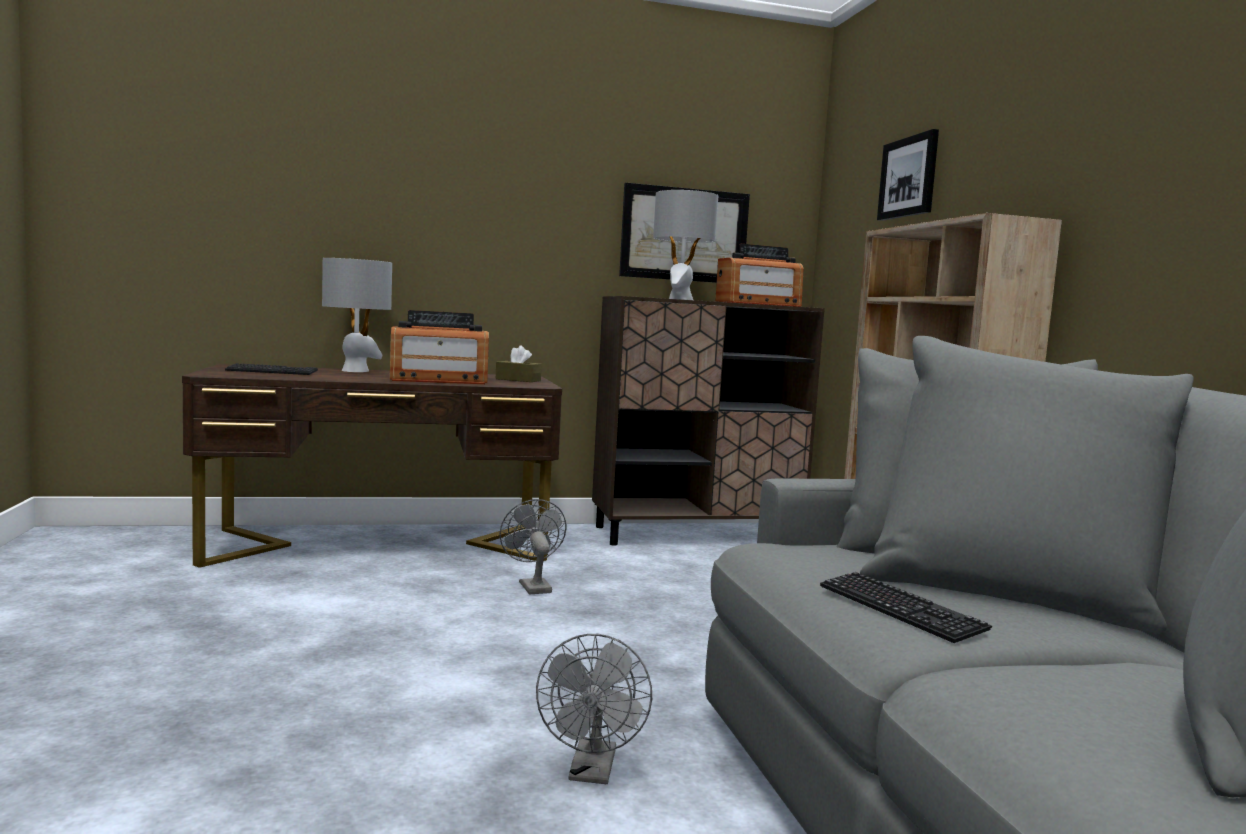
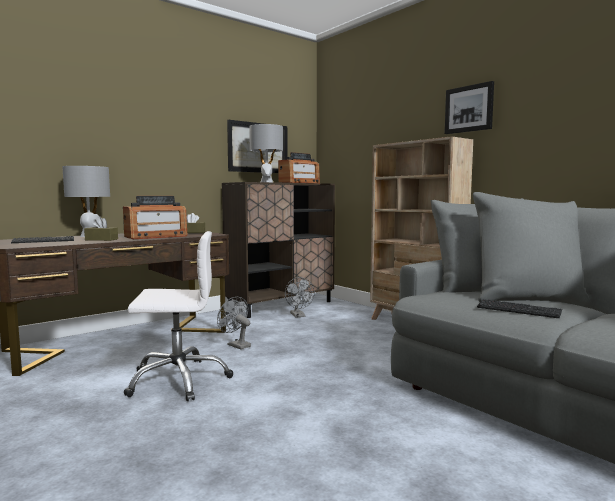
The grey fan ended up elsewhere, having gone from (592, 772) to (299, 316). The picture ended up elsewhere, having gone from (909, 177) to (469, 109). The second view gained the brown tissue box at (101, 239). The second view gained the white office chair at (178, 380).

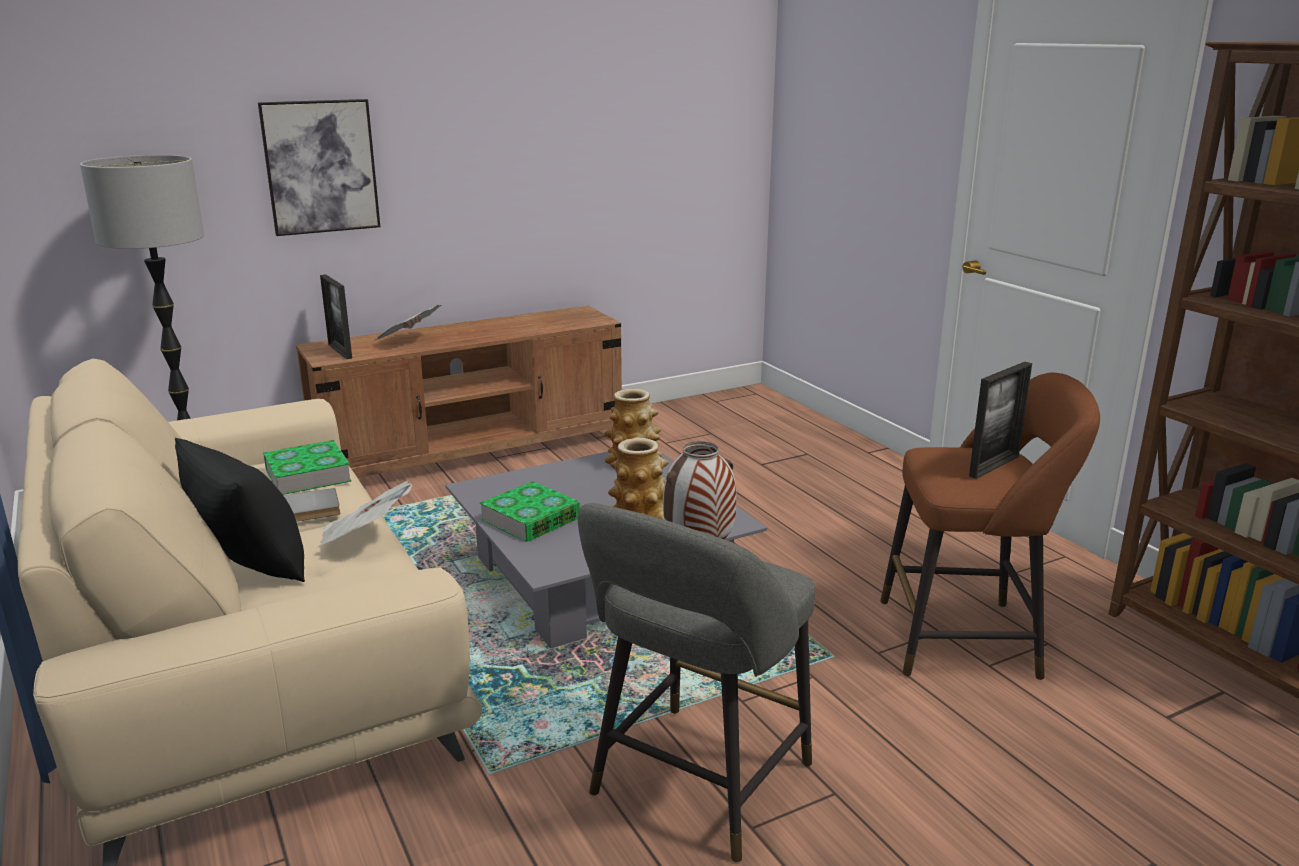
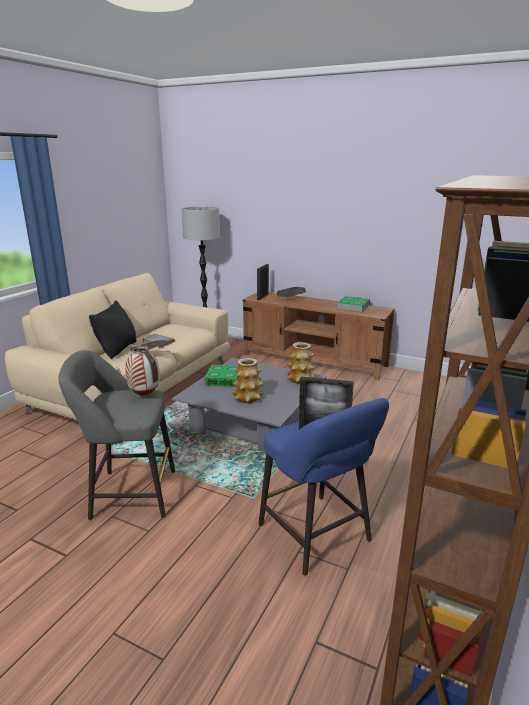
The second view lost the picture at (321, 167). The book ended up elsewhere, having gone from (308, 475) to (353, 307). What was the brown stool at (968, 638) turned into the blue stool at (318, 536).

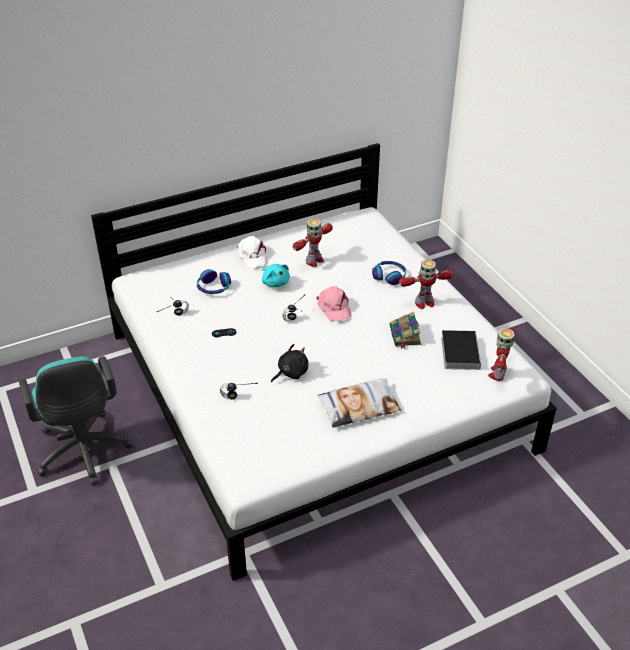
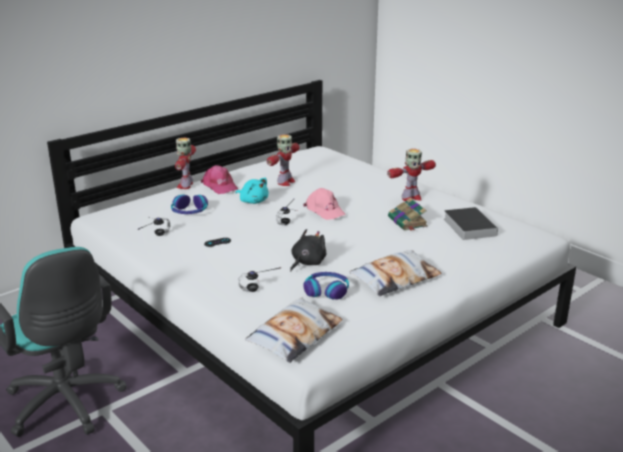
What was the white cap at (252, 256) turned into the pink cap at (219, 186). The headphones ended up elsewhere, having gone from (389, 276) to (326, 291). The toy robot ended up elsewhere, having gone from (498, 373) to (186, 185). The second view gained the pillow at (294, 335).

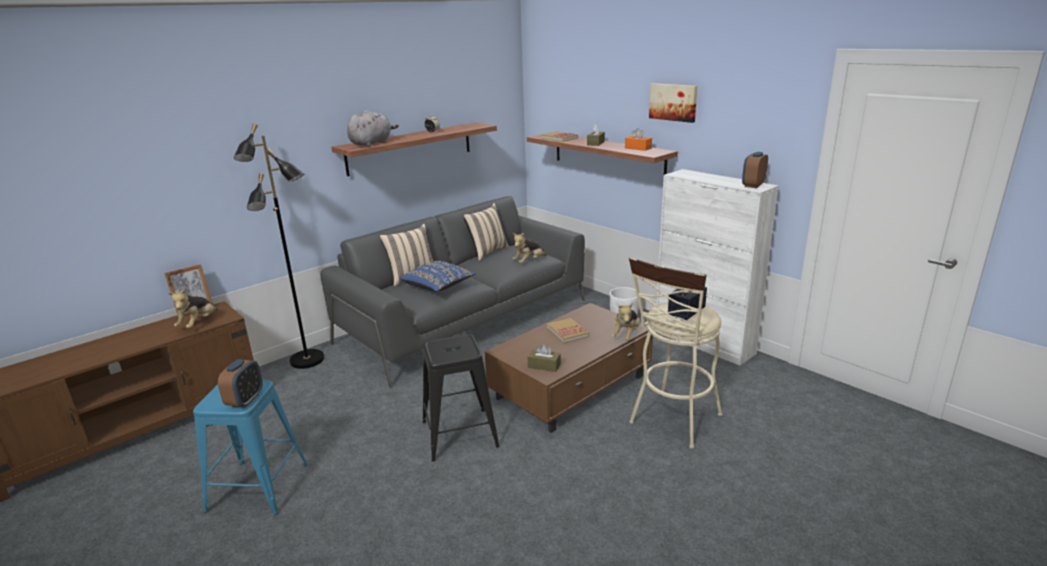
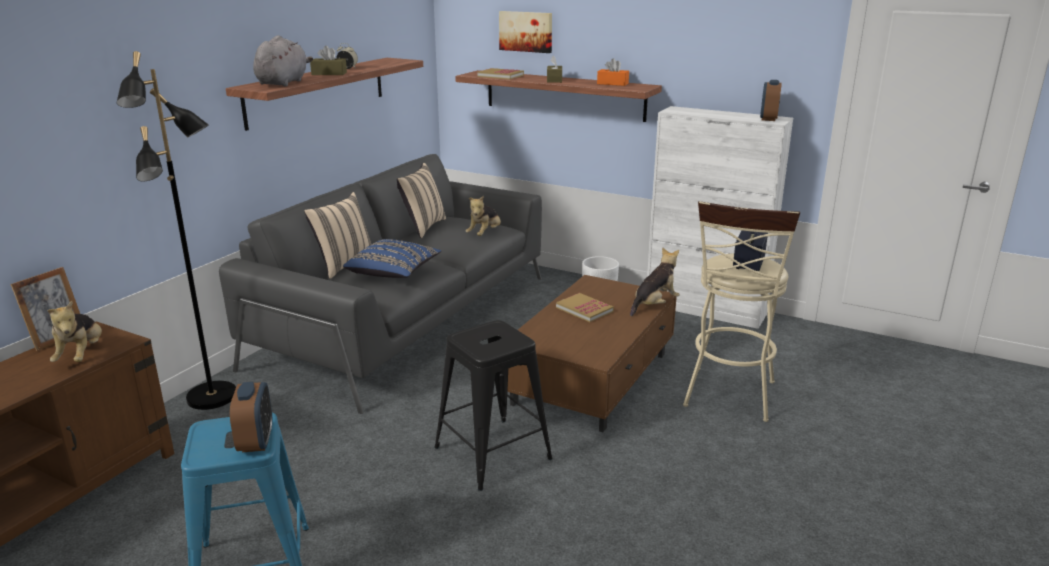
The brown tissue box ended up elsewhere, having gone from (544, 366) to (329, 74). The plush toy at (626, 335) ended up facing another way, 135 degrees counterclockwise from before. The picture ended up elsewhere, having gone from (673, 102) to (526, 31).

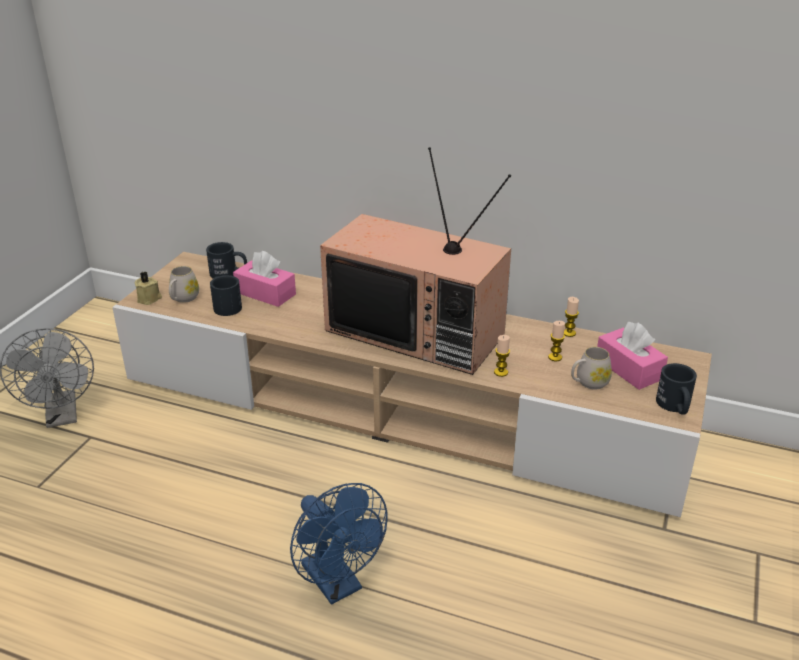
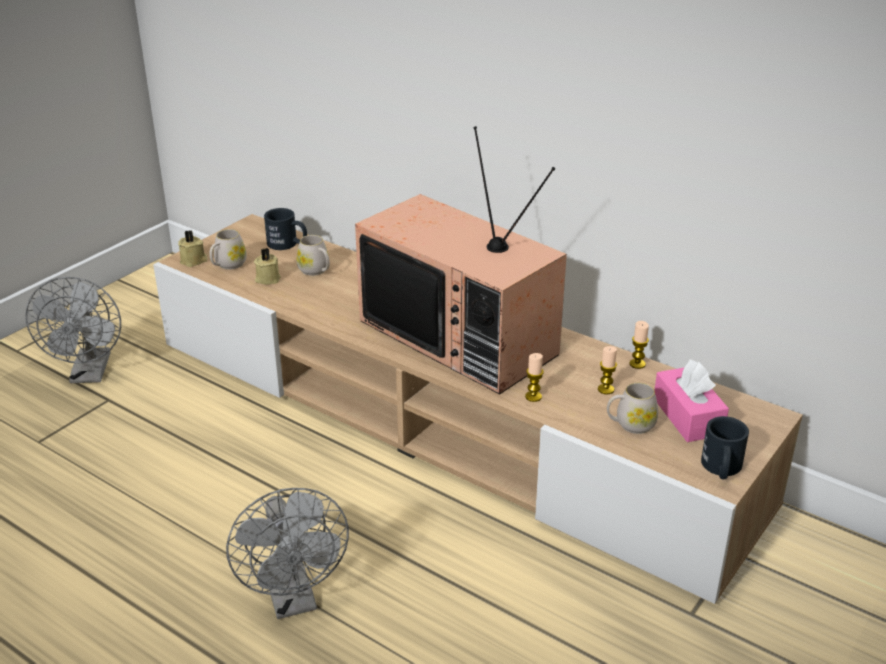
Where the black mug stood at (225, 305), the beige candle came to stand at (267, 278). Where the pink tissue box stood at (265, 293), the white mug came to stand at (316, 271). What was the blue fan at (338, 584) turned into the grey fan at (294, 600).

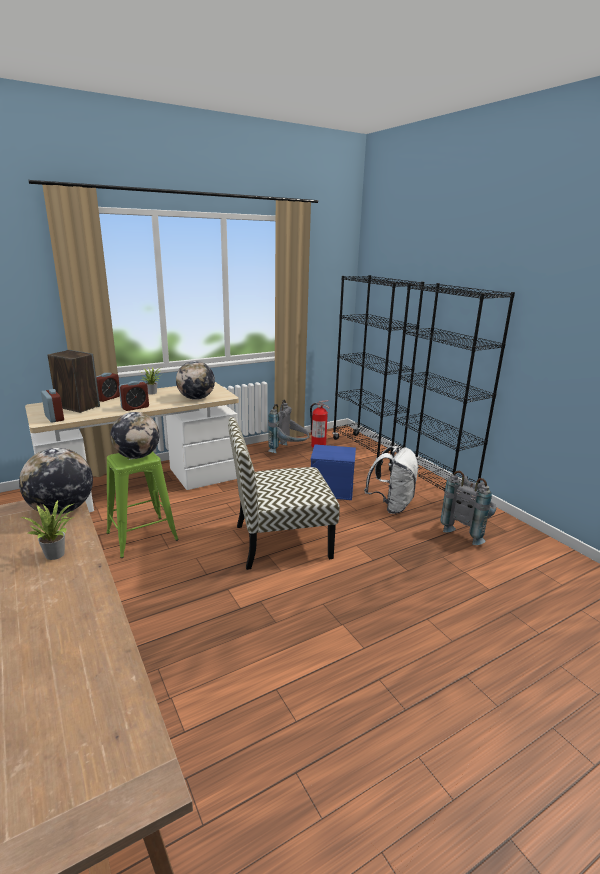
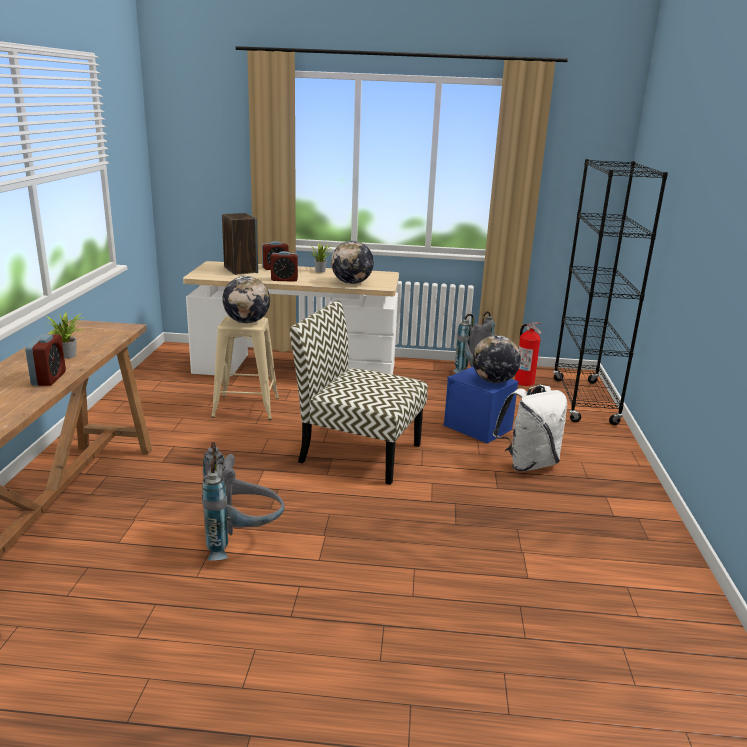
The globe ended up elsewhere, having gone from (62, 510) to (493, 381). The alarm clock ended up elsewhere, having gone from (54, 418) to (49, 378). What was the green stool at (143, 536) turned into the beige stool at (246, 407). The second view lost the black bookcase at (430, 484). The grey backpack ended up elsewhere, having gone from (467, 530) to (242, 541).

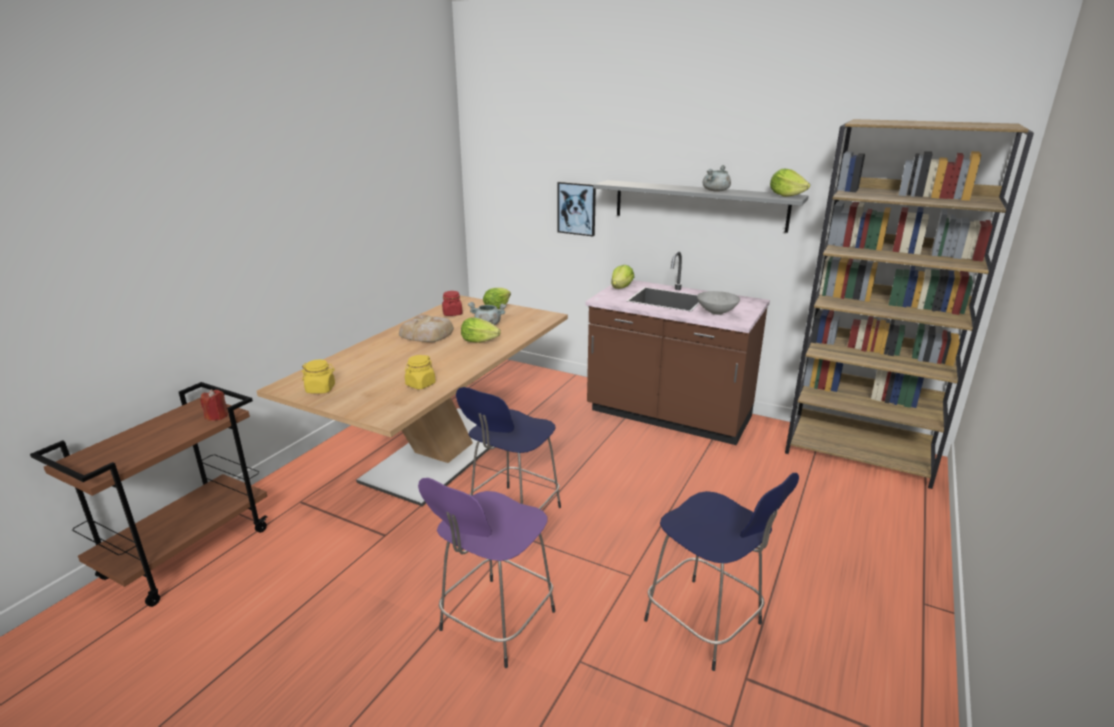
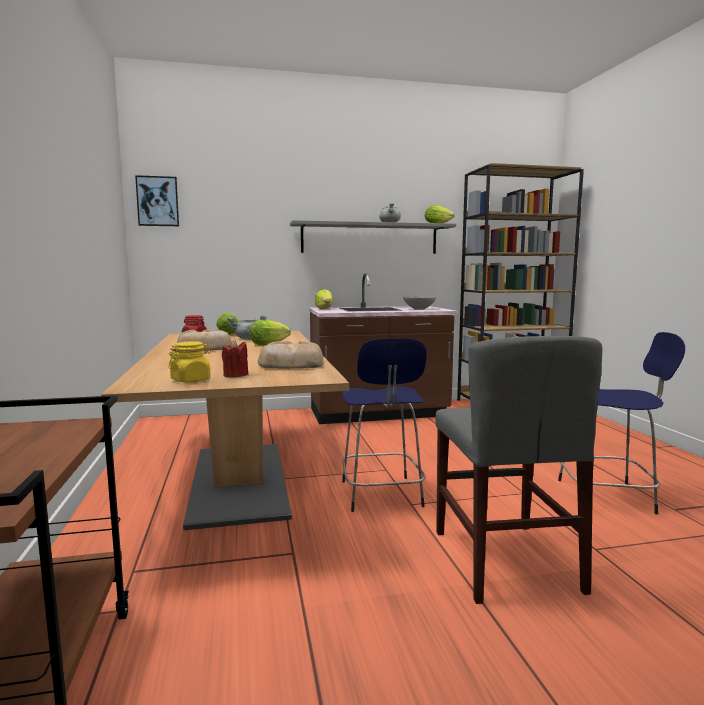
The red candle ended up elsewhere, having gone from (217, 416) to (235, 375). Where the yellow jar stood at (420, 384), the bread came to stand at (290, 363). Where the purple stool stood at (495, 623), the grey chair came to stand at (504, 560). The picture ended up elsewhere, having gone from (577, 208) to (157, 201).

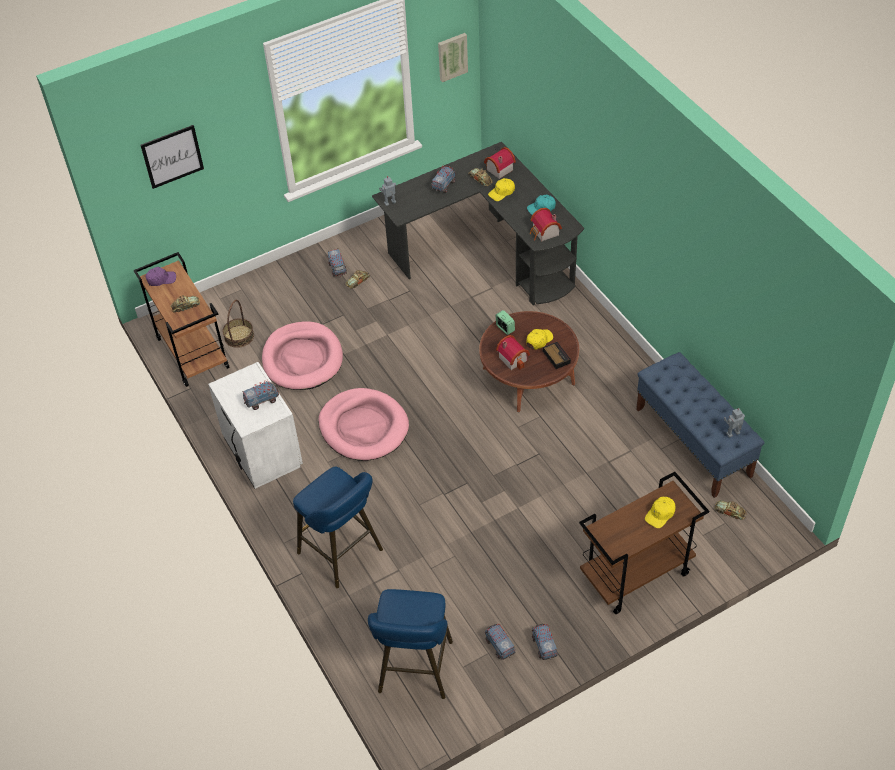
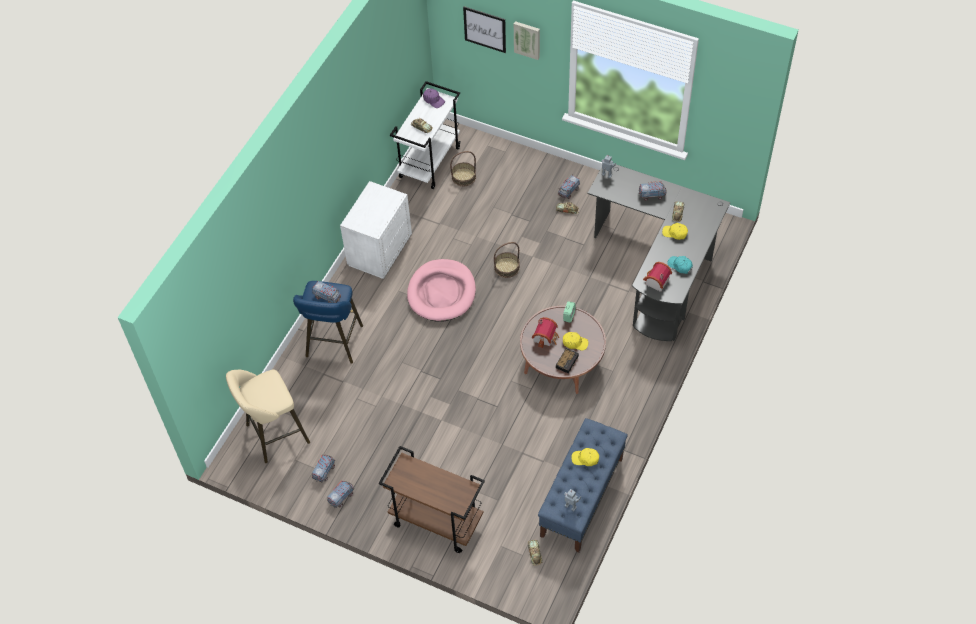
What was the brown cart at (191, 353) turned into the white cart at (429, 162). The toy truck ended up elsewhere, having gone from (262, 400) to (327, 297). The second view lost the pink dog bed at (302, 359). What was the blue stool at (415, 671) turned into the beige stool at (274, 435). The picture ended up elsewhere, having gone from (452, 56) to (527, 39). The second view lost the toy house at (498, 169). The yellow cap ended up elsewhere, having gone from (660, 514) to (585, 459). The second view gained the basket at (506, 267).

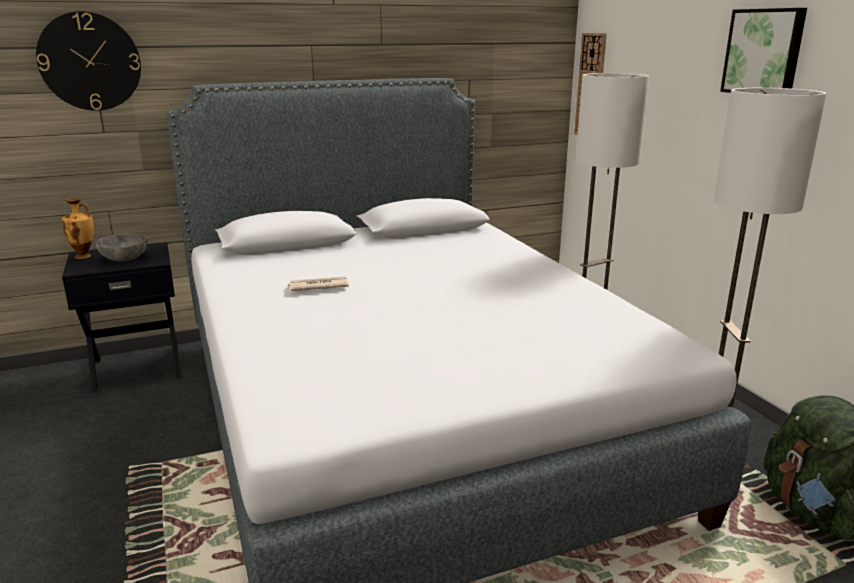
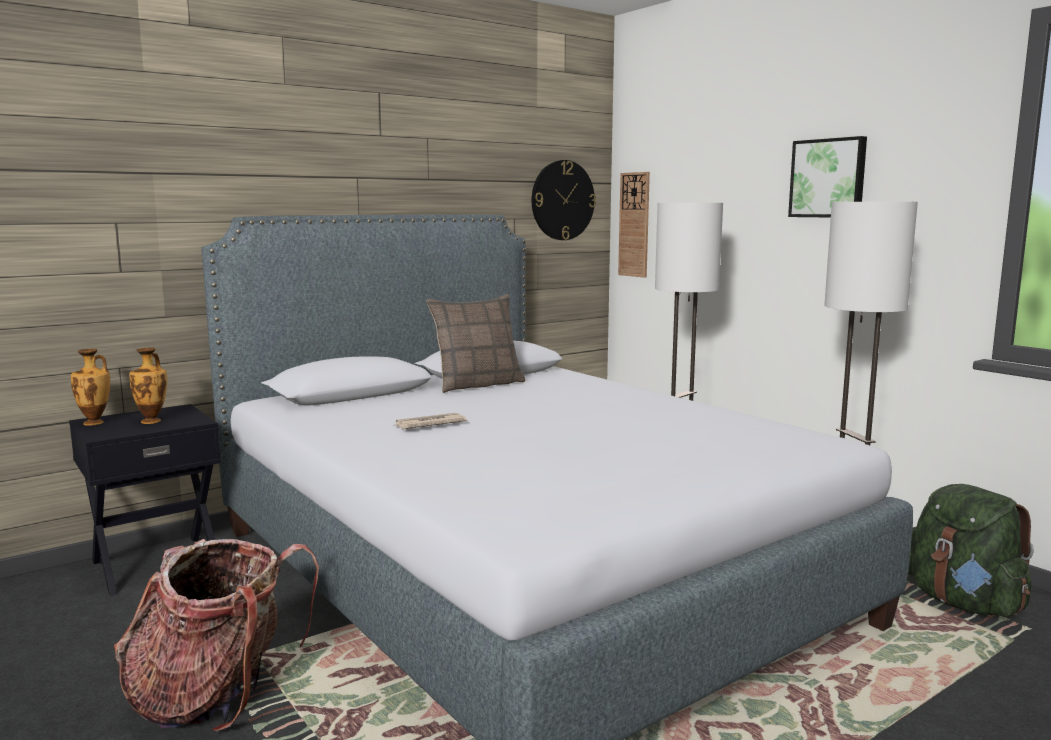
The wall clock ended up elsewhere, having gone from (90, 62) to (562, 200). Where the grey bowl stood at (124, 258), the vase came to stand at (152, 421). The second view gained the backpack at (218, 697). The second view gained the pillow at (478, 384).

